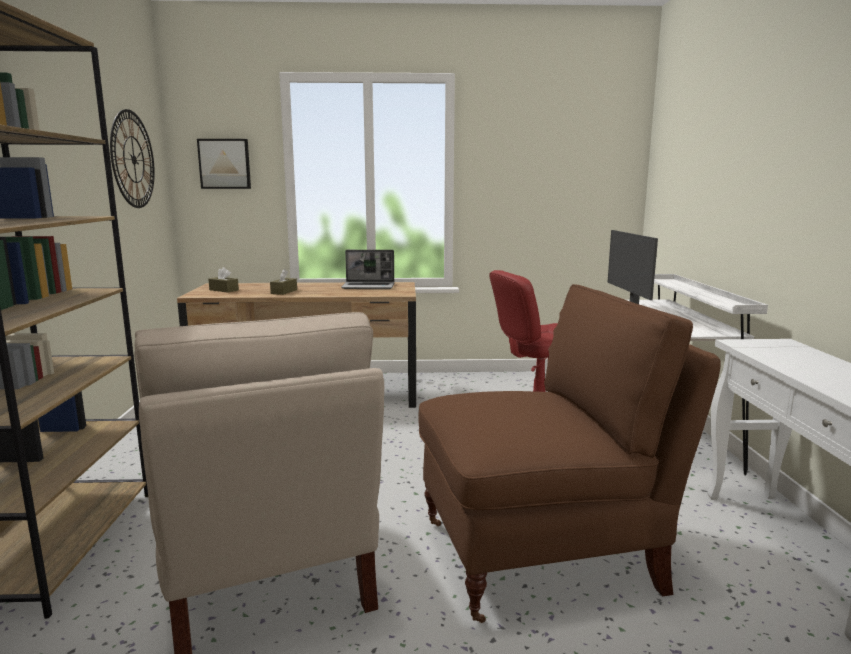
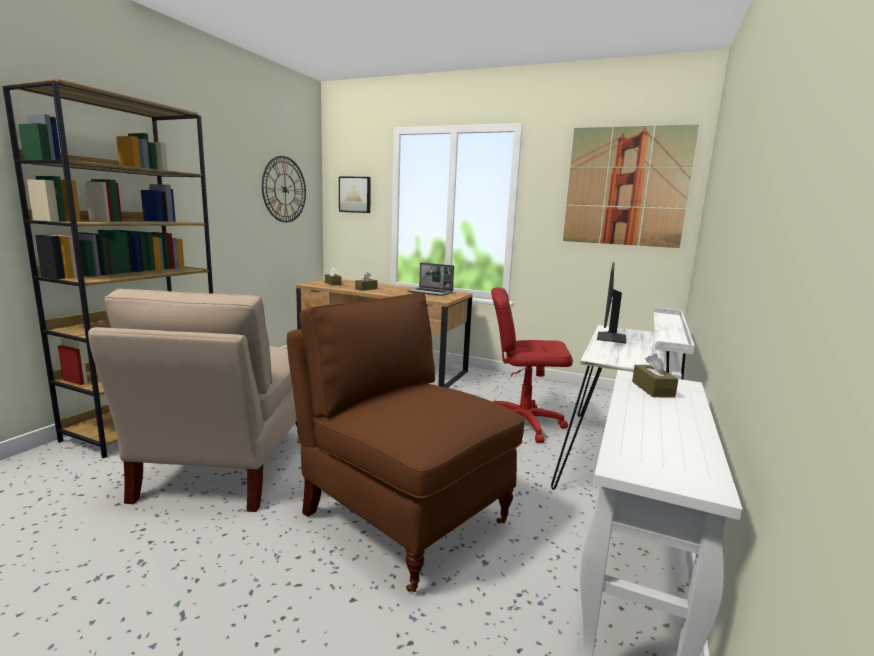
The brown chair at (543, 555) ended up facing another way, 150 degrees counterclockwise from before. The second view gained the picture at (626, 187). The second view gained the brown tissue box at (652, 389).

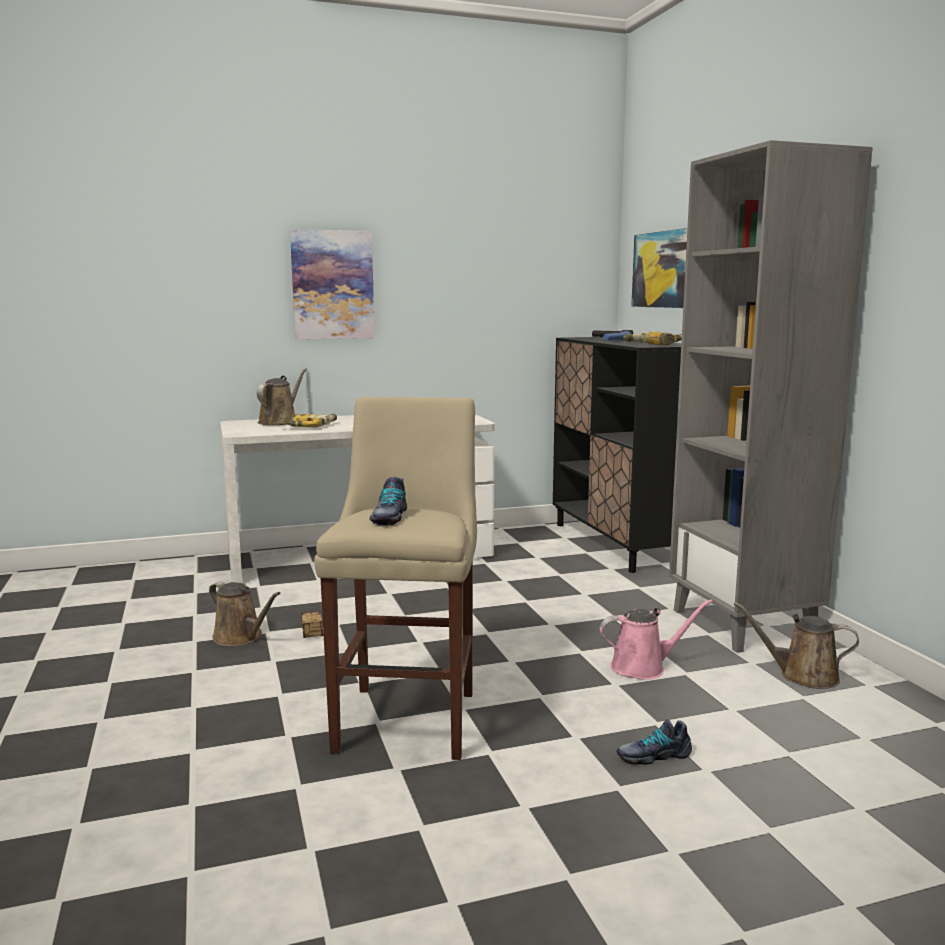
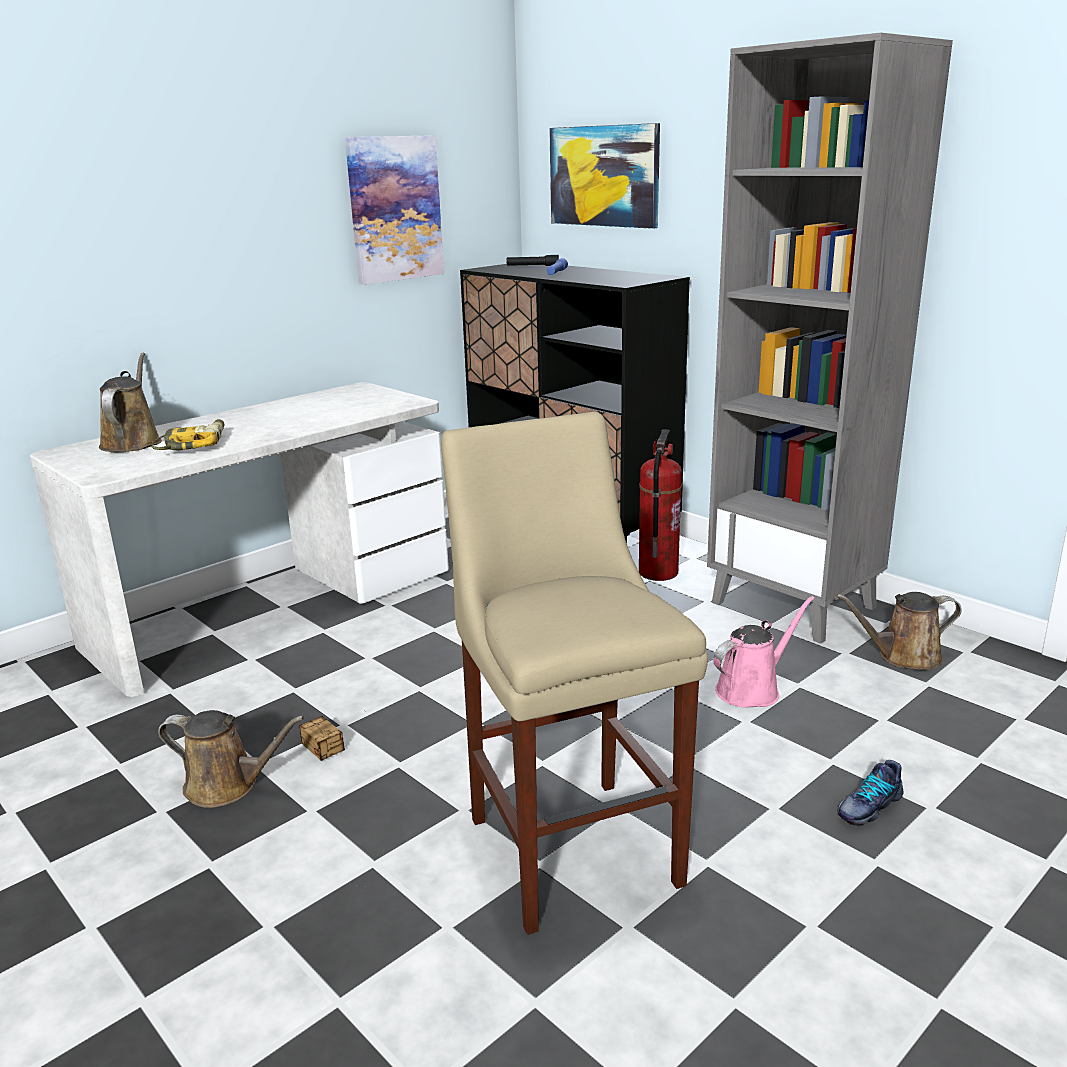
The picture ended up elsewhere, having gone from (332, 285) to (394, 209). The second view lost the shoe at (389, 517). The second view lost the power drill at (655, 344). The second view gained the fire extinguisher at (658, 573).

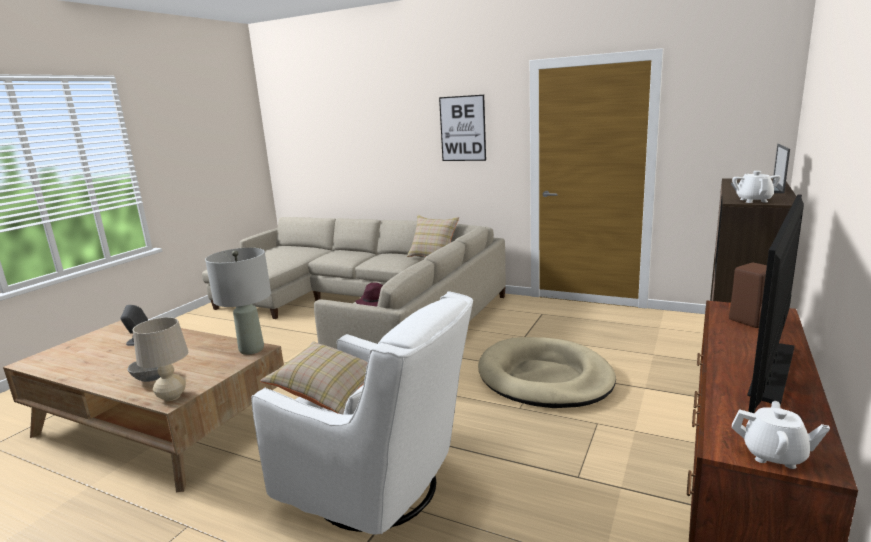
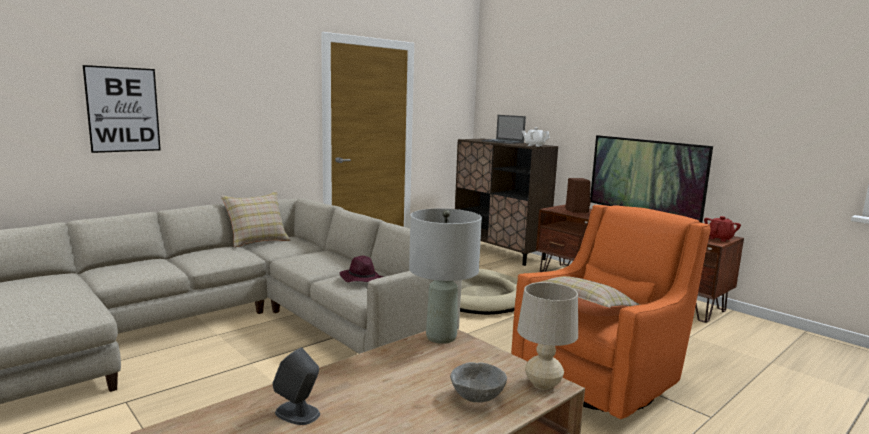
What was the white armchair at (381, 489) turned into the orange armchair at (602, 382). The picture ended up elsewhere, having gone from (462, 128) to (123, 109). What was the white teapot at (774, 455) turned into the red teapot at (719, 239).

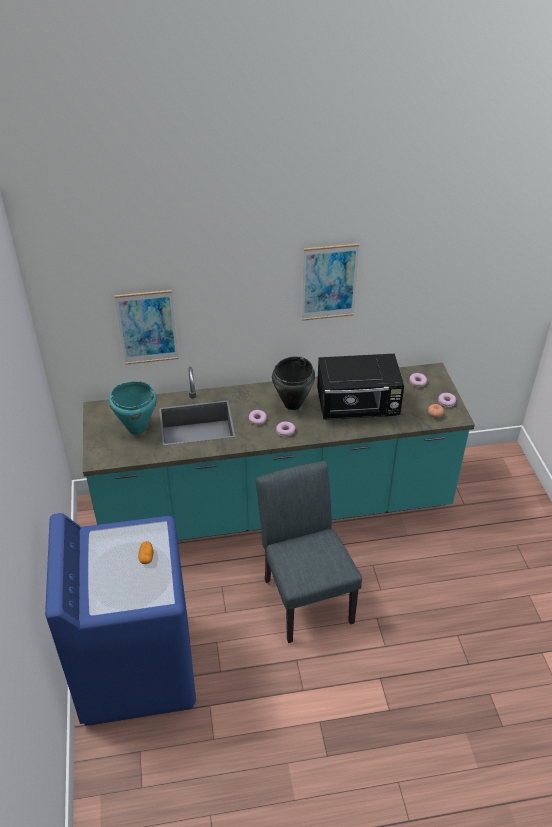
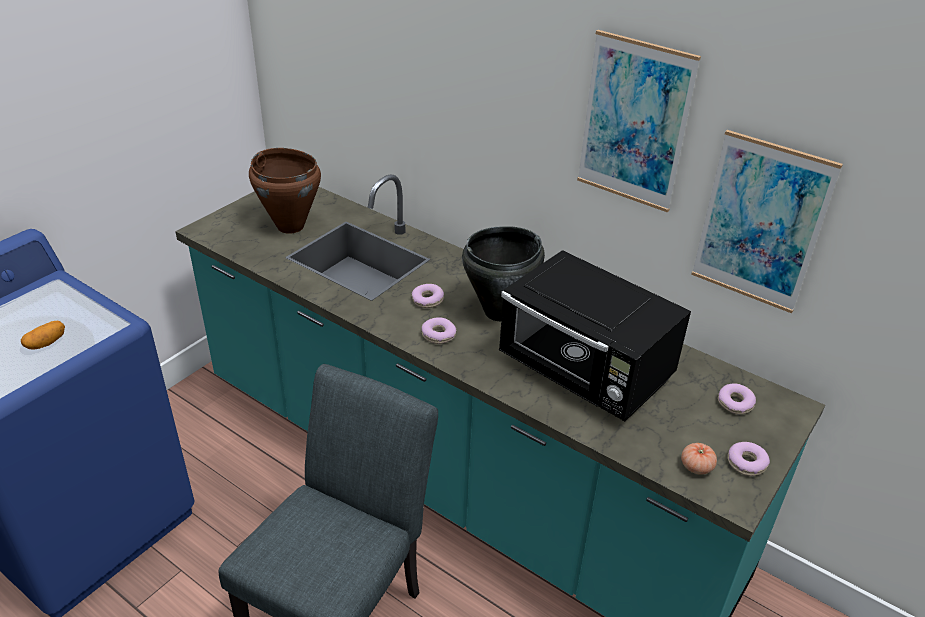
What was the turquoise cooking pot at (137, 428) turned into the brown cooking pot at (290, 226). The picture ended up elsewhere, having gone from (147, 327) to (761, 223).

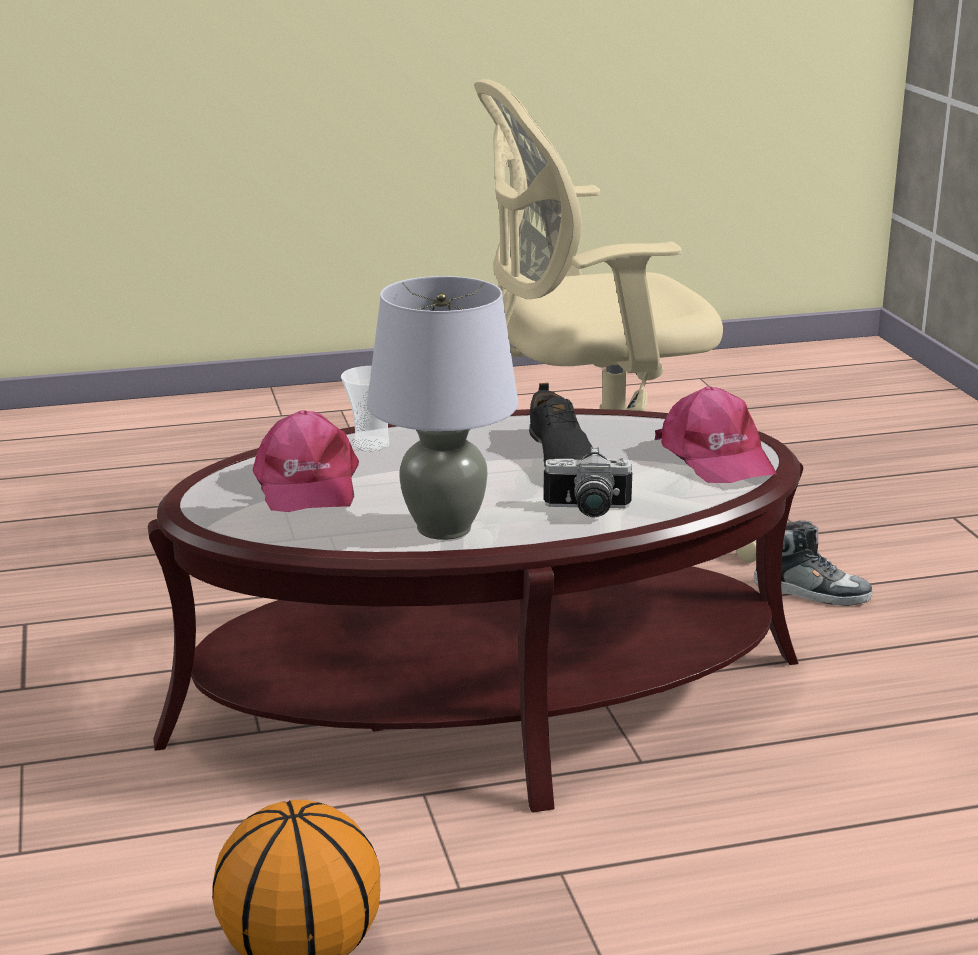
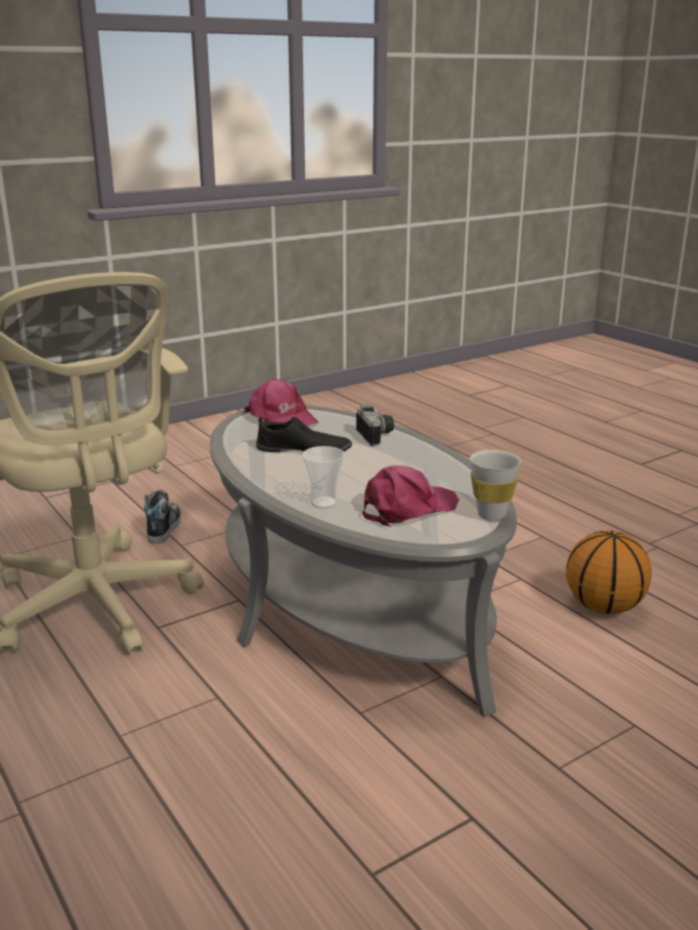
What was the brown coffee table at (488, 699) turned into the grey coffee table at (349, 604). The second view lost the grey table lamp at (444, 529). The black shoe at (559, 455) ended up facing another way, 45 degrees clockwise from before. The pink cap at (715, 457) ended up facing another way, 90 degrees clockwise from before. The second view gained the white cup at (491, 515).

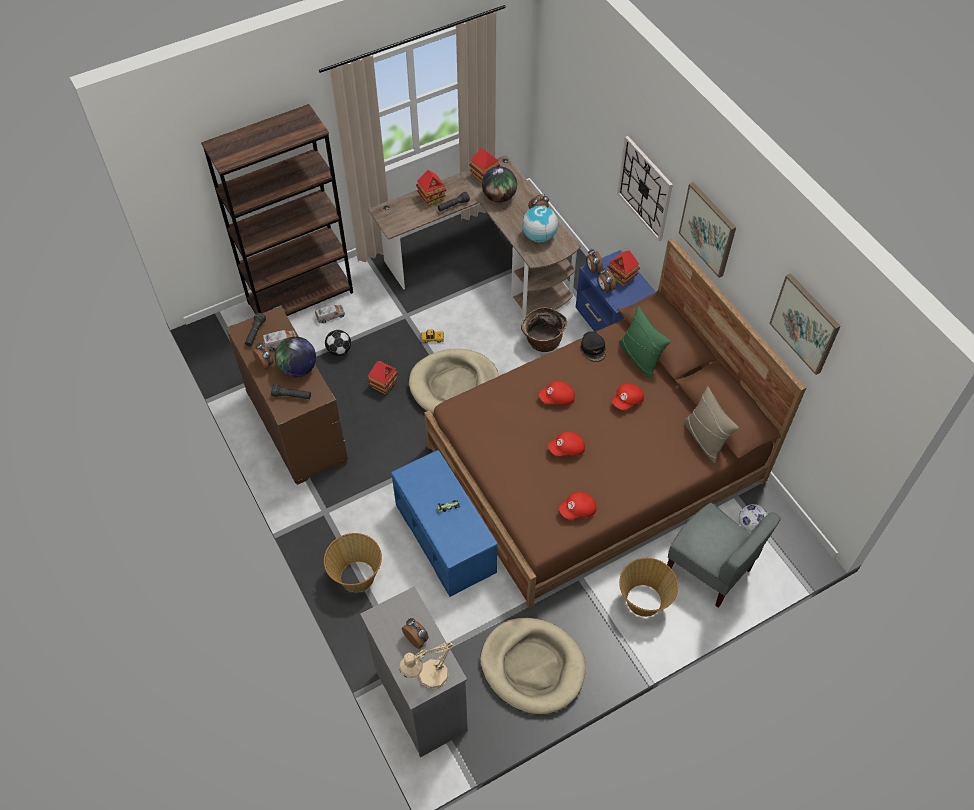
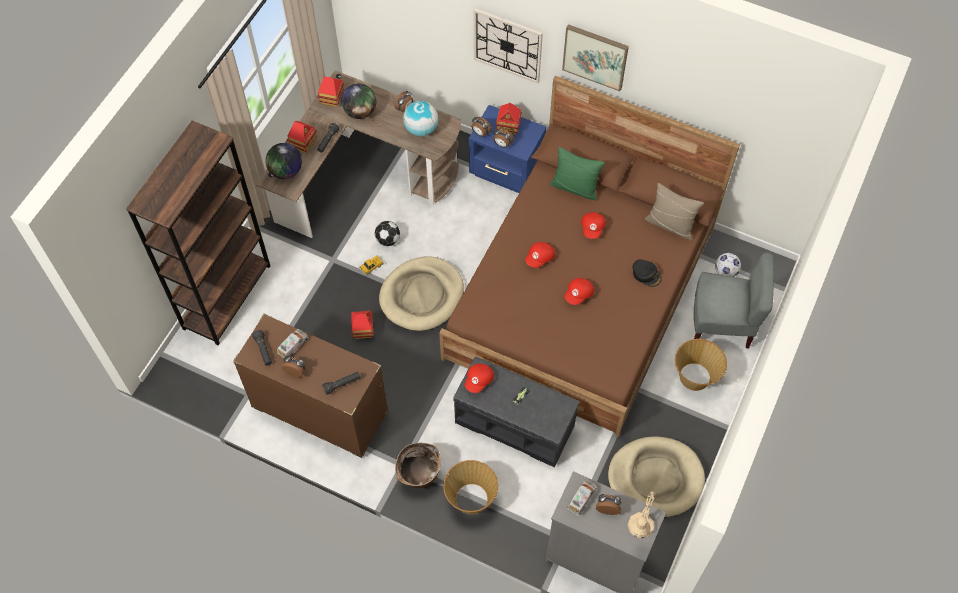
The globe ended up elsewhere, having gone from (298, 369) to (286, 171). The toy truck ended up elsewhere, having gone from (330, 316) to (581, 498). The football ended up elsewhere, having gone from (339, 350) to (387, 240). What was the blue bench at (447, 538) turned into the grey bench at (516, 423). The basket ended up elsewhere, having gone from (542, 342) to (419, 476). The red cap ended up elsewhere, having gone from (578, 510) to (479, 380). The black cap ended up elsewhere, having gone from (593, 348) to (646, 274). The second view lost the picture at (805, 323).

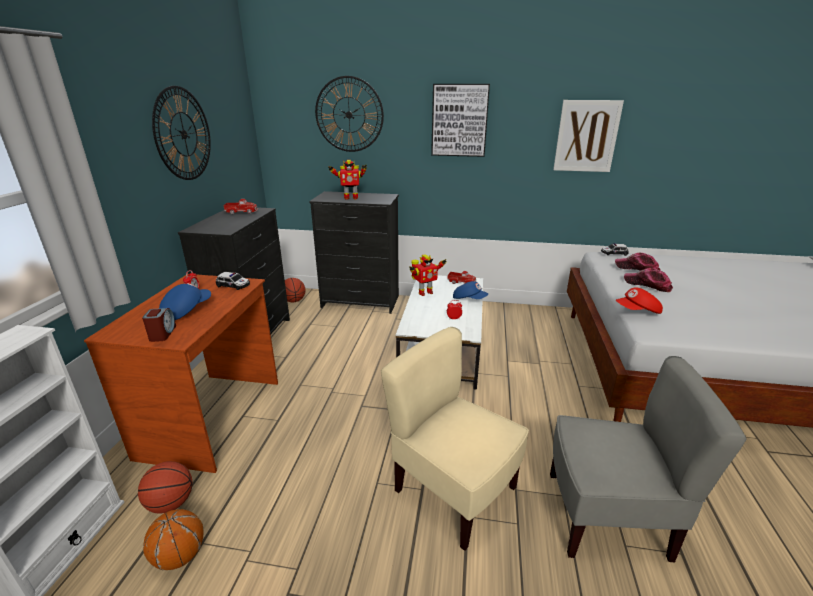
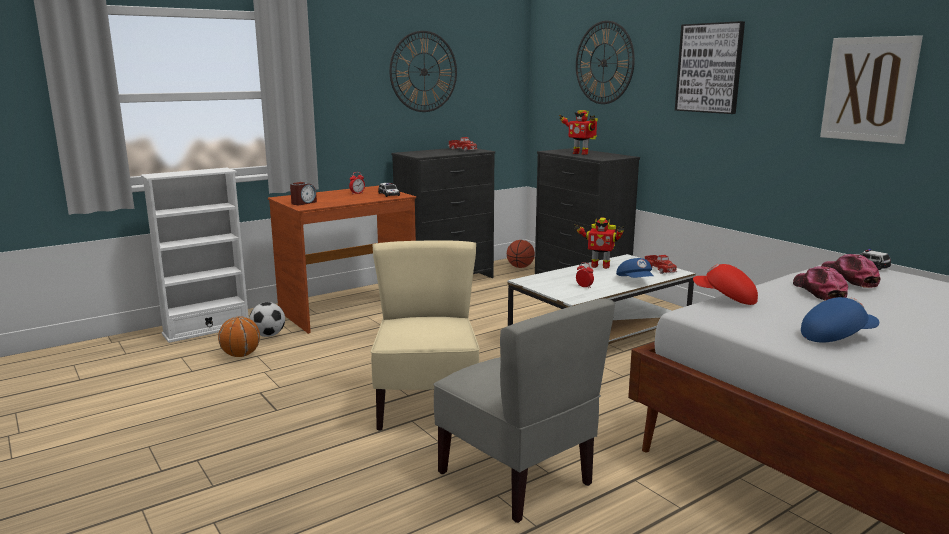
Where the basketball stood at (171, 503), the football came to stand at (268, 335). The blue cap ended up elsewhere, having gone from (186, 311) to (836, 336).

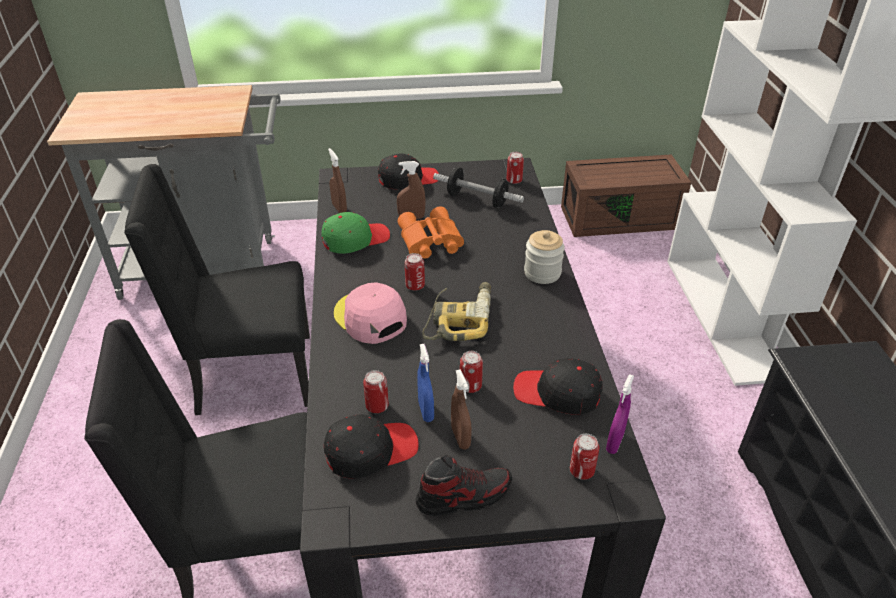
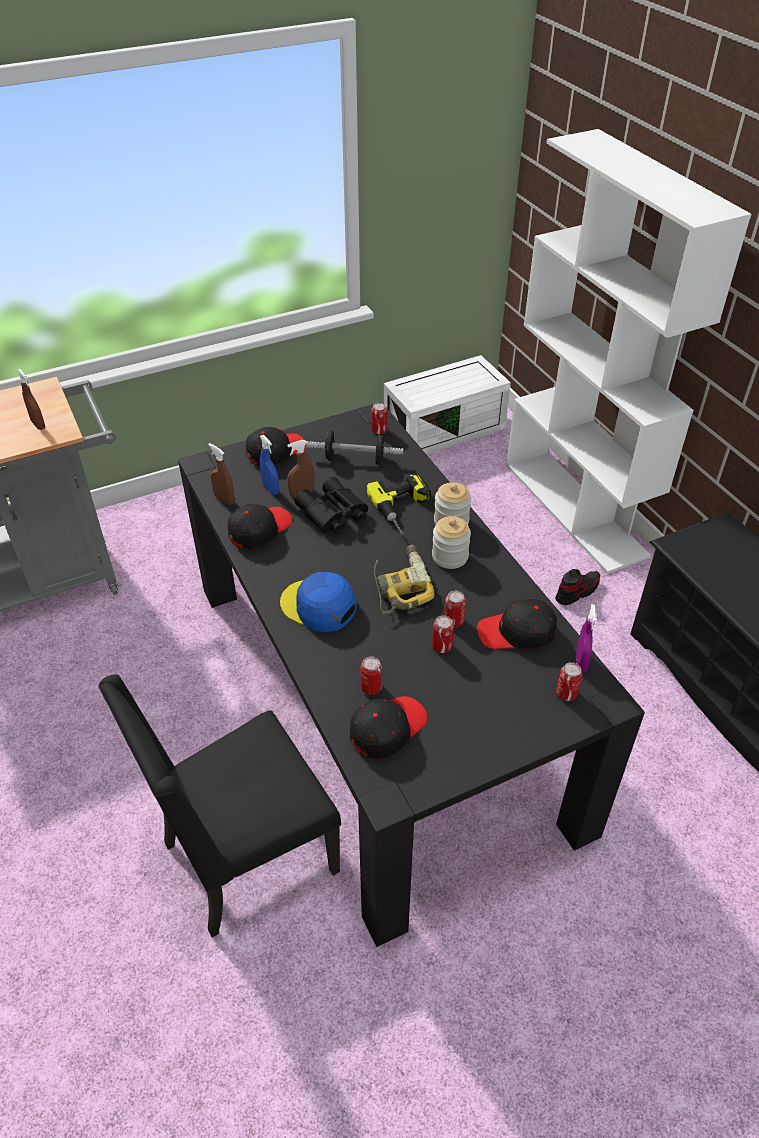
The second view lost the black chair at (252, 376). What was the green cap at (355, 239) turned into the black cap at (259, 529). What was the pink cap at (370, 318) turned into the blue cap at (318, 606). What was the orange binoculars at (429, 241) turned into the black binoculars at (332, 514). The can ended up elsewhere, having gone from (415, 286) to (453, 621). The shoe ended up elsewhere, having gone from (463, 496) to (577, 591). The blue spray bottle ended up elsewhere, having gone from (426, 411) to (271, 489). The brown spray bottle ended up elsewhere, having gone from (460, 438) to (38, 424). What was the brown storage box at (620, 216) turned into the white storage box at (445, 427). The second view gained the power drill at (405, 510). The second view gained the jar at (450, 556).

